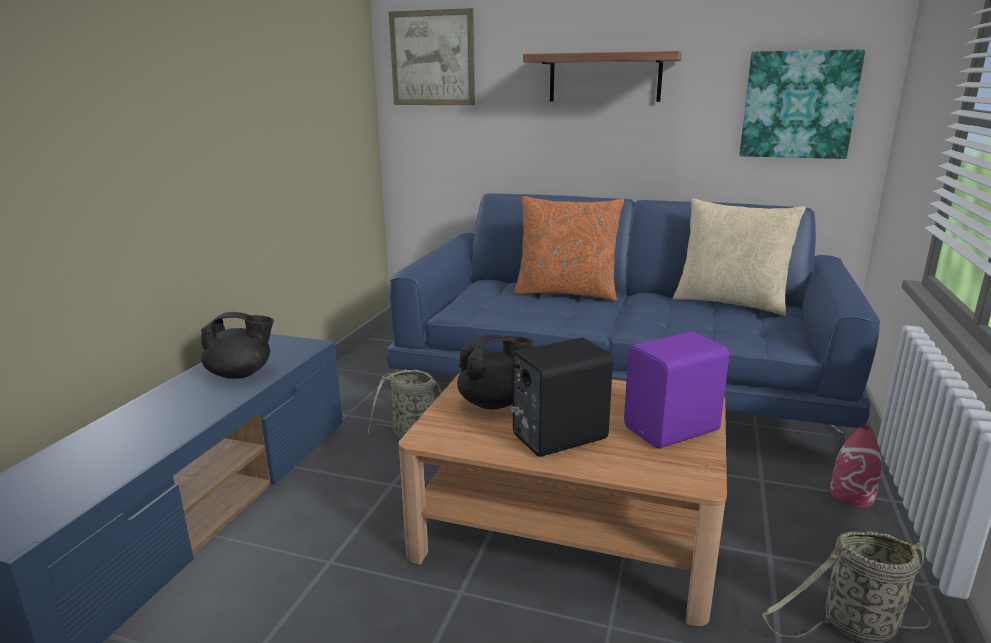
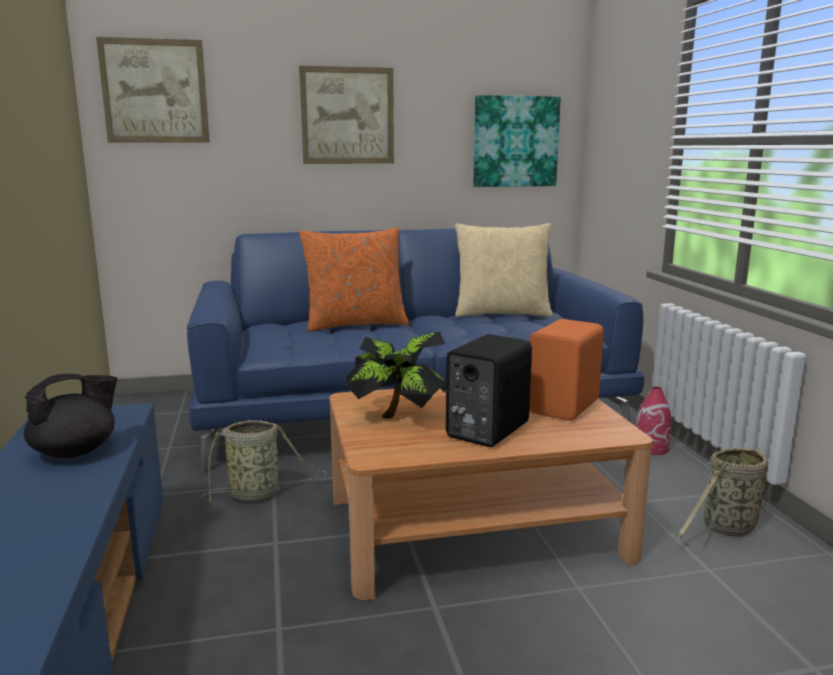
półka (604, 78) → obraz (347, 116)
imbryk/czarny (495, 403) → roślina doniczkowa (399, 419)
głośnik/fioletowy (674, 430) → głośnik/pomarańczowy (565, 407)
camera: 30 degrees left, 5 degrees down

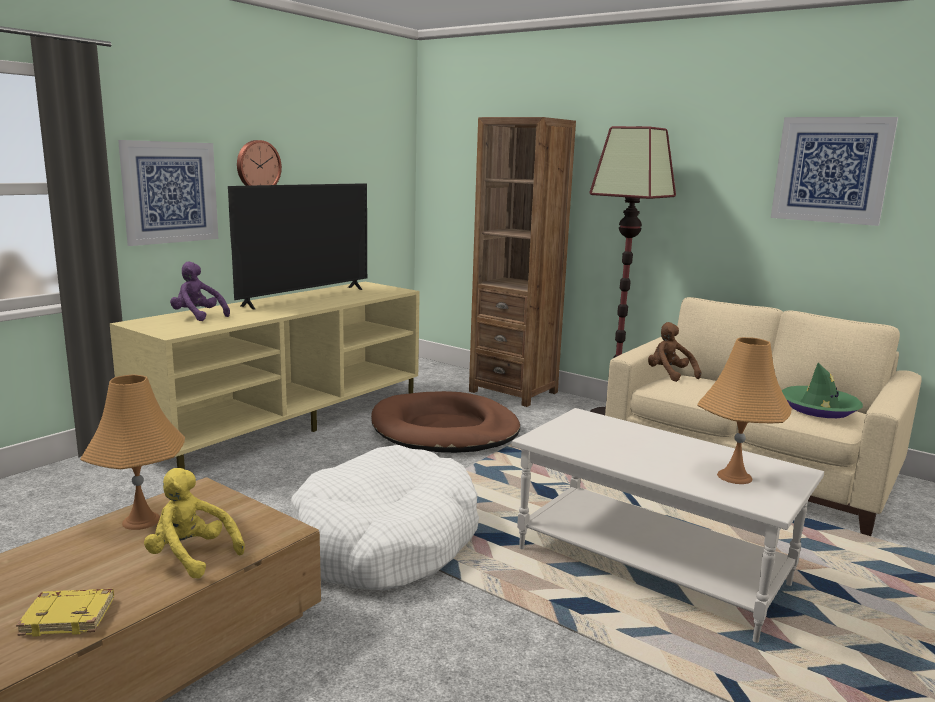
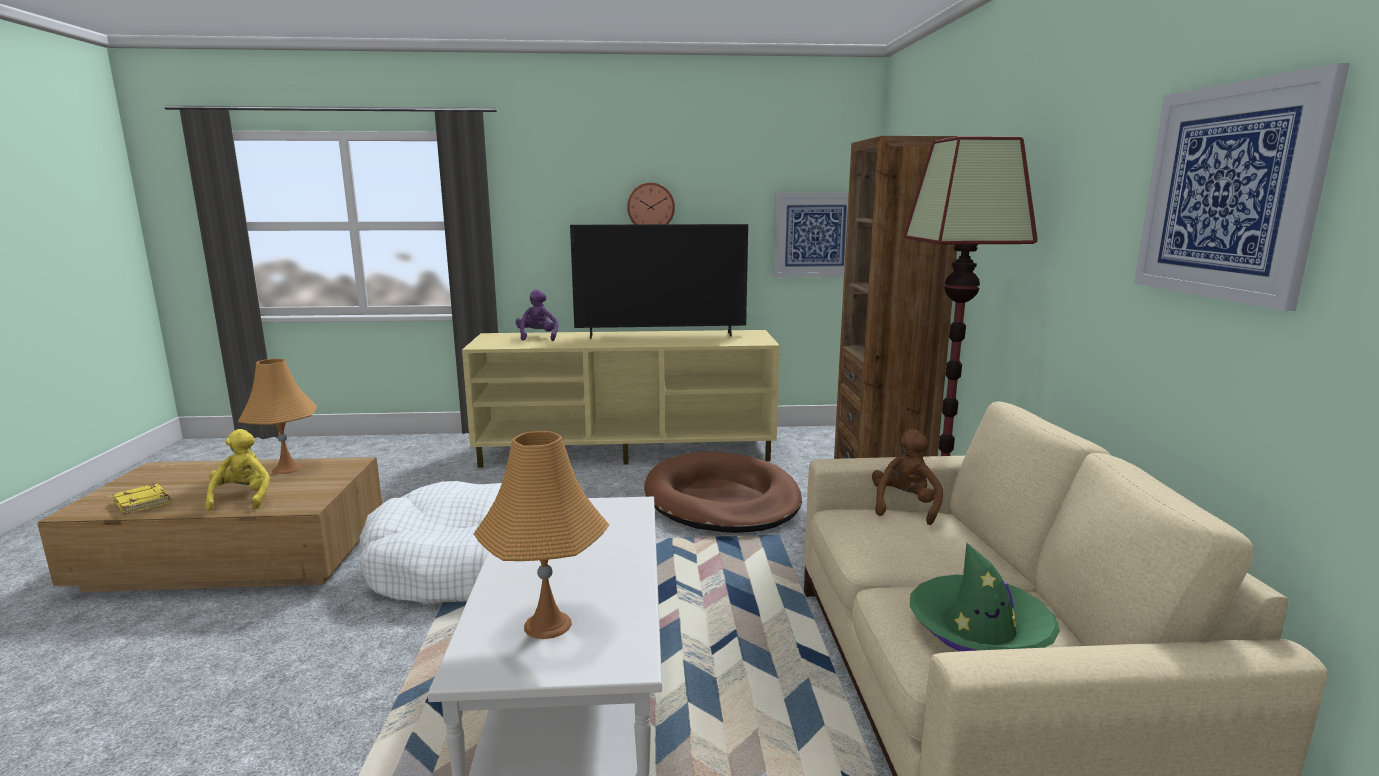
obraz (170, 192) → obraz (814, 235), shifted
camera: 50 degrees right, 0 degrees up

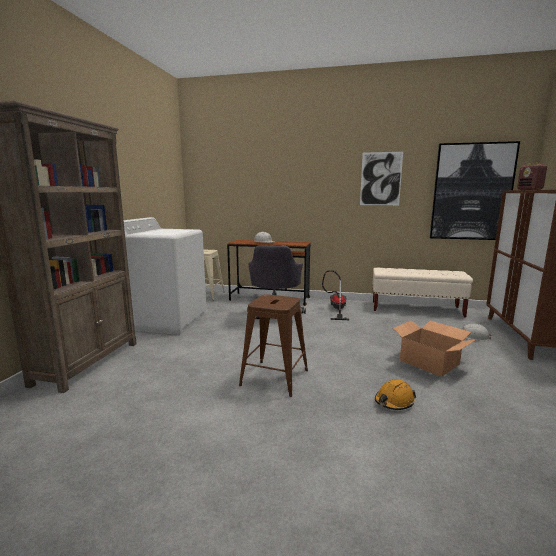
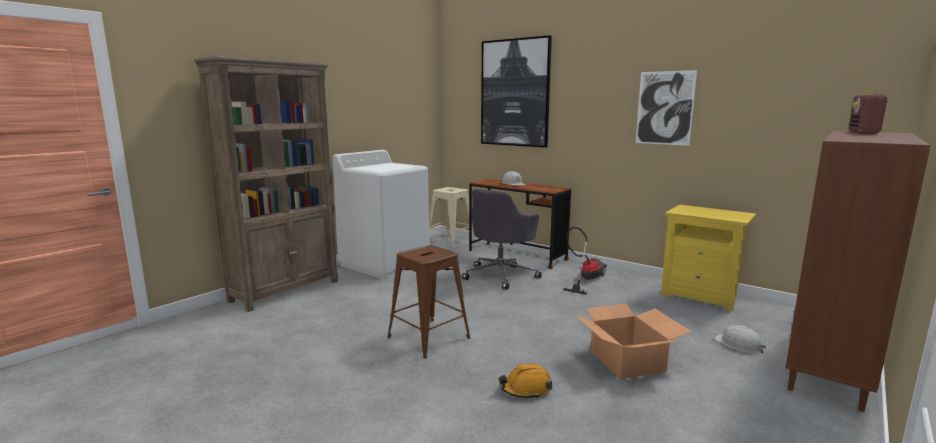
obraz (471, 192) → obraz (515, 93), shifted
ławka/beżowy (416, 309) → szafka nocna/żółty (701, 296)
camera: 25 degrees right, 0 degrees up

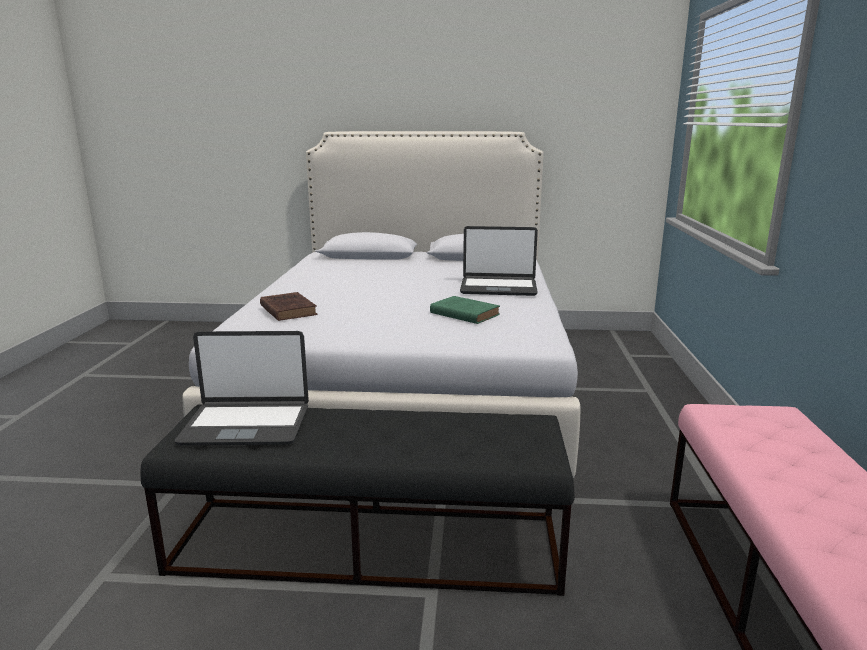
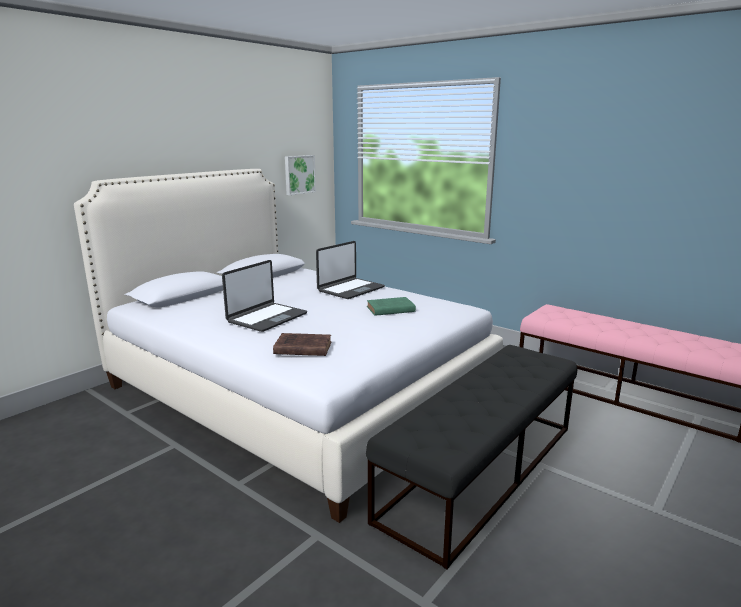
laptop (246, 425) → laptop (266, 318), shifted
- → obraz (299, 174)
camera: 55 degrees left, 0 degrees up

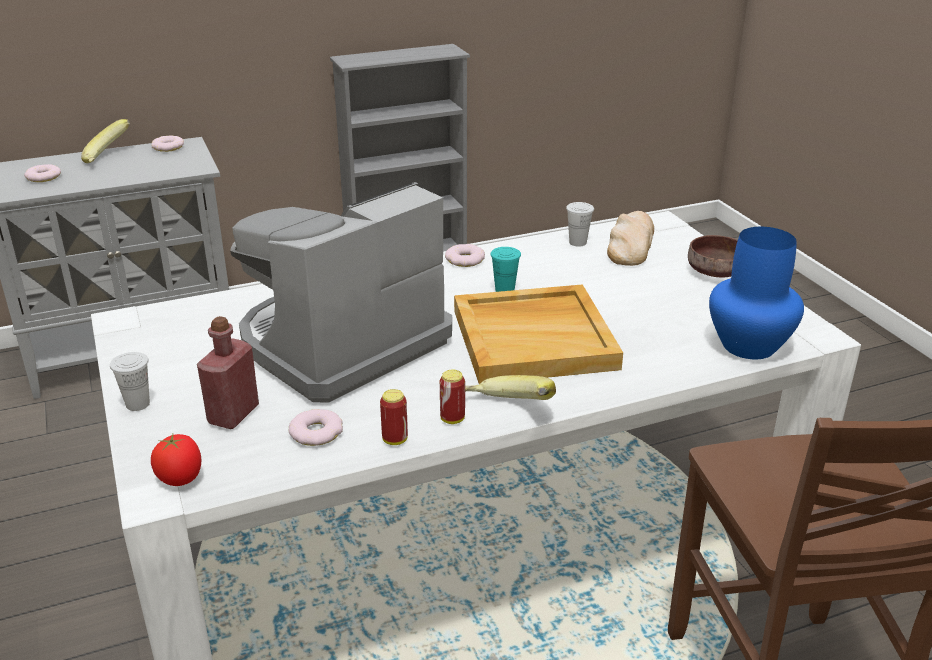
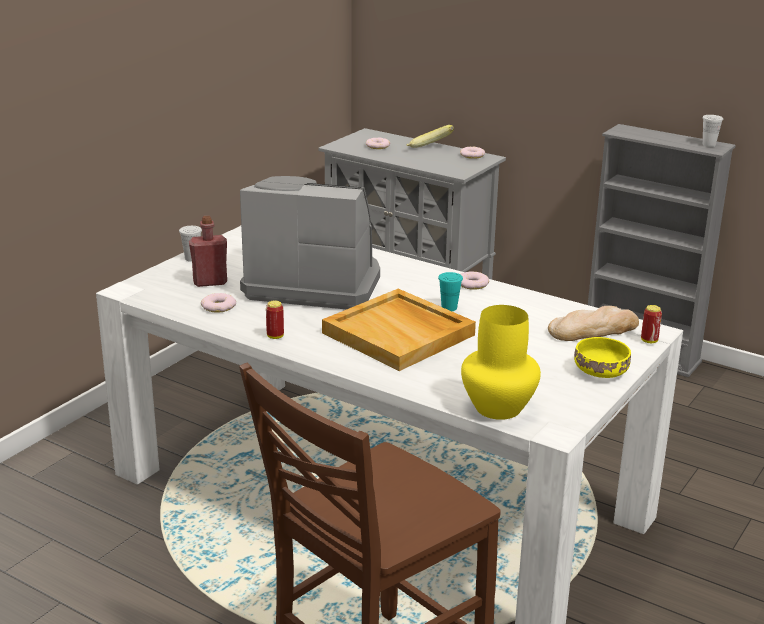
wazon/niebieski (750, 346) → wazon/żółty (497, 408)
miska/brązowy (716, 271) → miska/żółty (602, 372)
puszka (395, 440) → puszka (649, 341), shifted
filiżanka/biały (577, 242) → filiżanka/biały (709, 145), shifted
pomidor (180, 478) → -
banan (506, 411) → -
camera: 55 degrees right, 5 degrees down

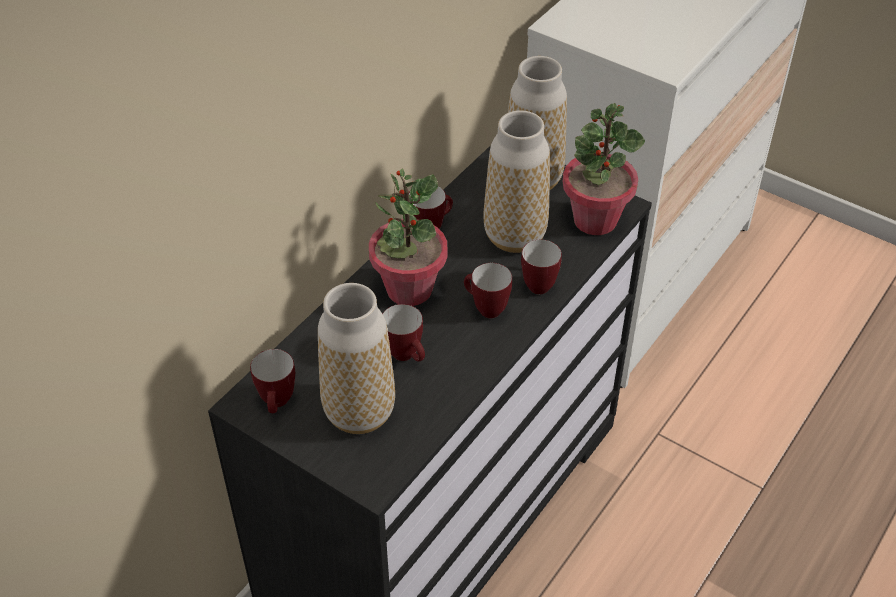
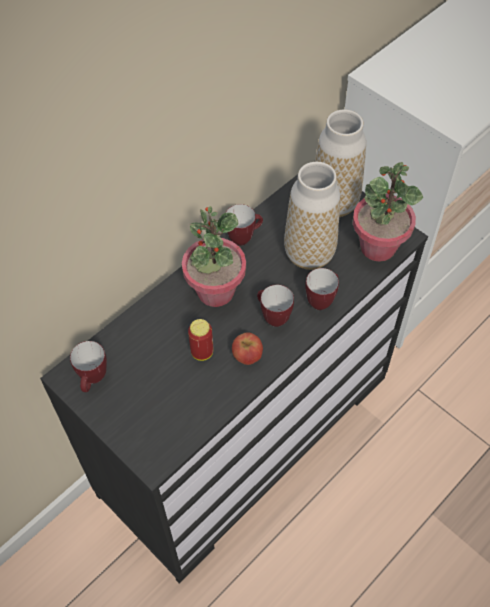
kubek (407, 356) → puszka (202, 352)
- → jabłko (247, 356)
wazon (359, 413) → -
camera: 10 degrees right, 10 degrees up

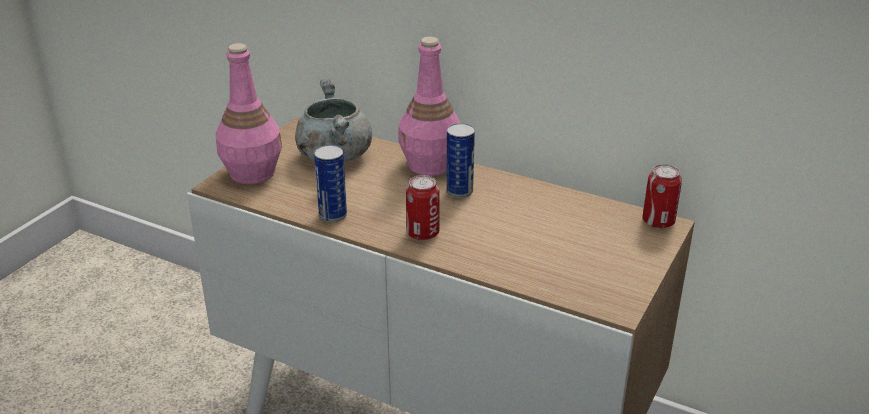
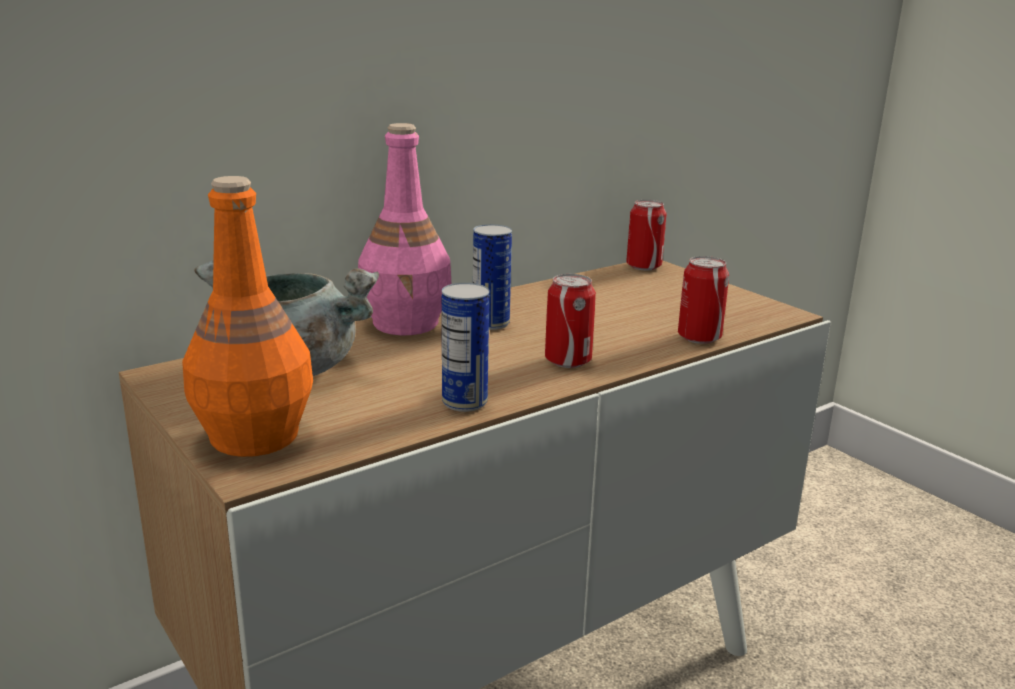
butelka/różowy (252, 173) → butelka/pomarańczowy (253, 436)
- → puszka (699, 337)
camera: 65 degrees left, 10 degrees down

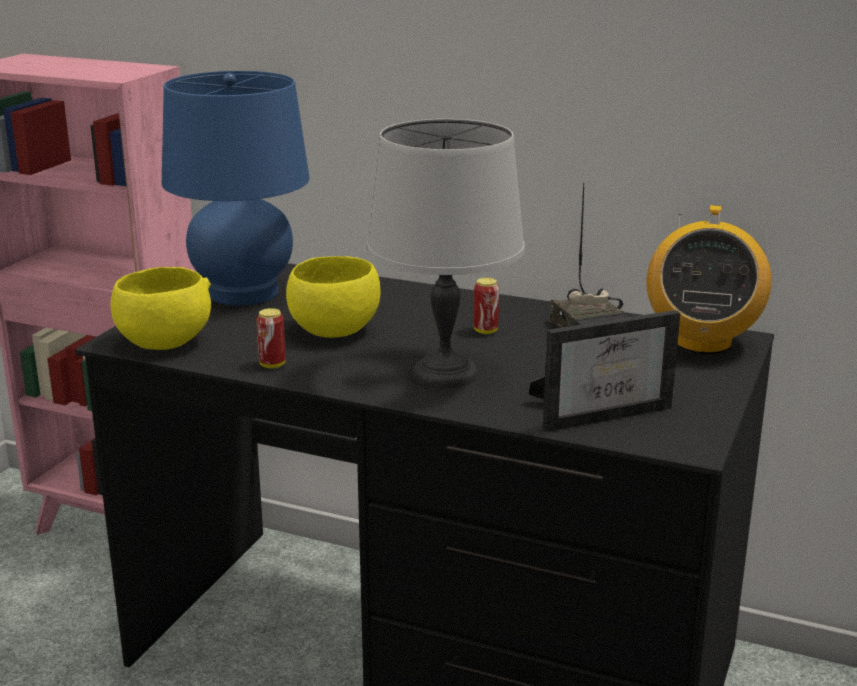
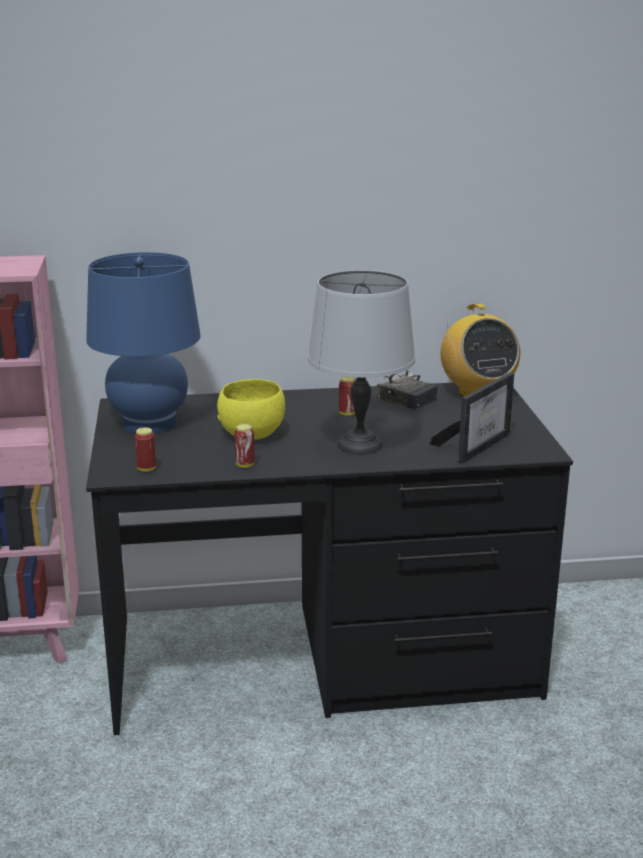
miska/żółty (162, 343) → puszka (146, 469)
camera: 30 degrees left, 0 degrees up

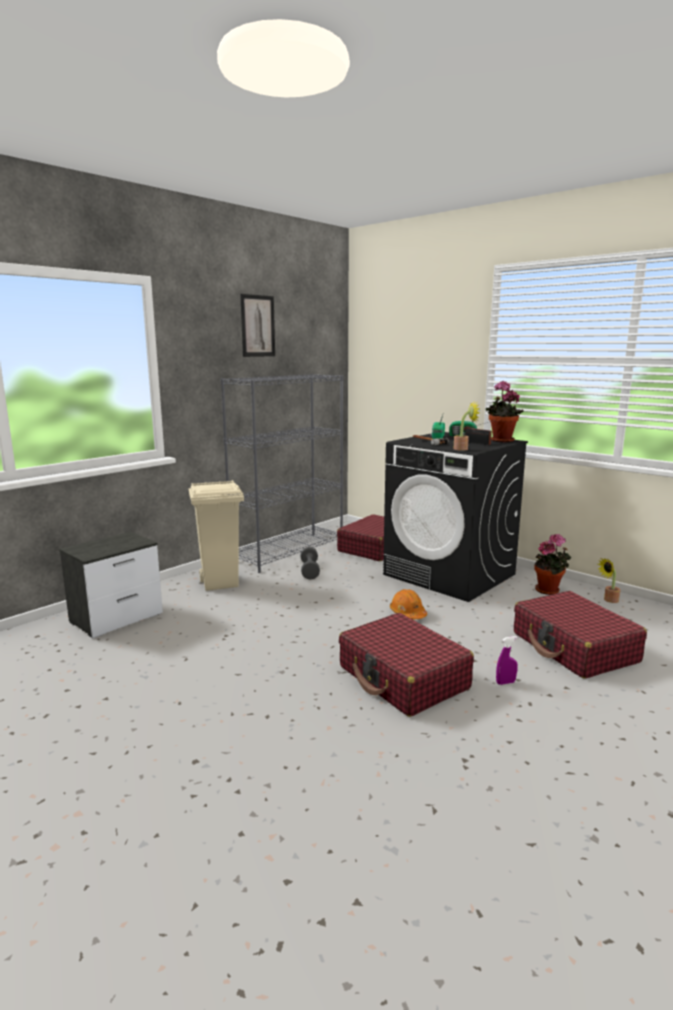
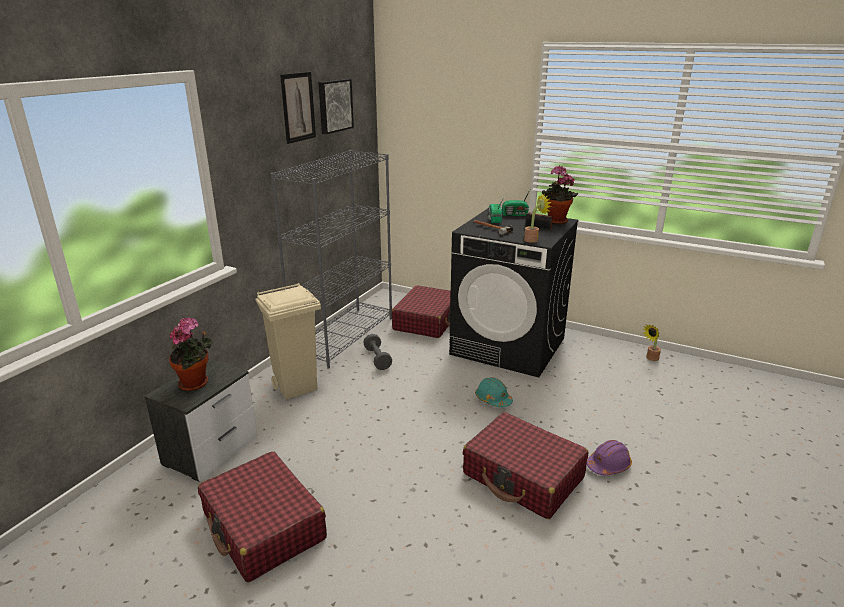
roślina doniczkowa (549, 590) → roślina doniczkowa (196, 383), shifted
walizka/czerwony (574, 648) → walizka/czerwony (263, 527), shifted
- → obraz (334, 105)
kask/pomarańczowy (407, 613) → kask/turkusowy (493, 399)
spryskiwacz/fioletowy (505, 682) → kask/fioletowy (608, 465)
camera: 15 degrees left, 10 degrees up

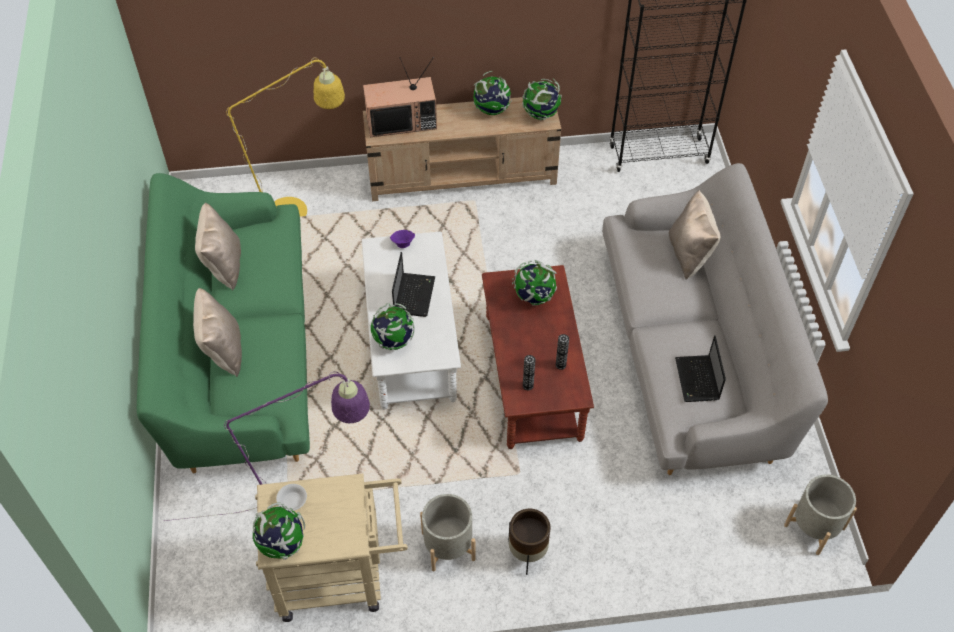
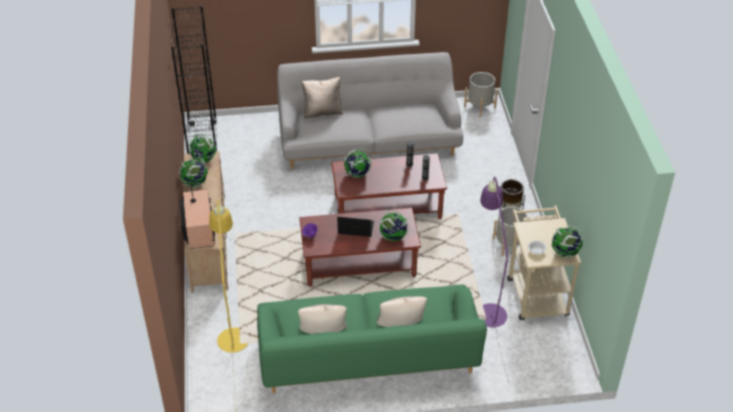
ława/biały (412, 340) → ława/brązowy (359, 264)
laptop (697, 380) → -
camera: 90 degrees left, 10 degrees down

